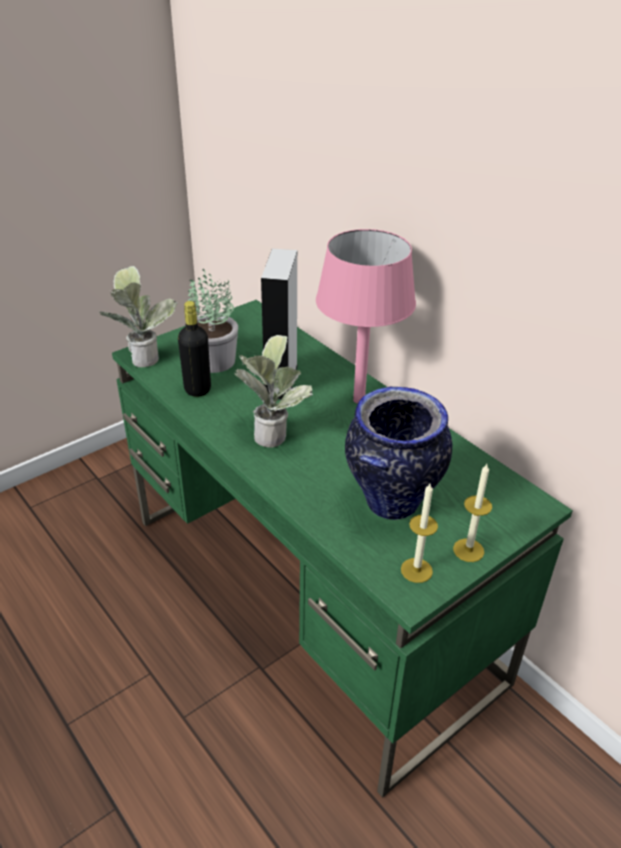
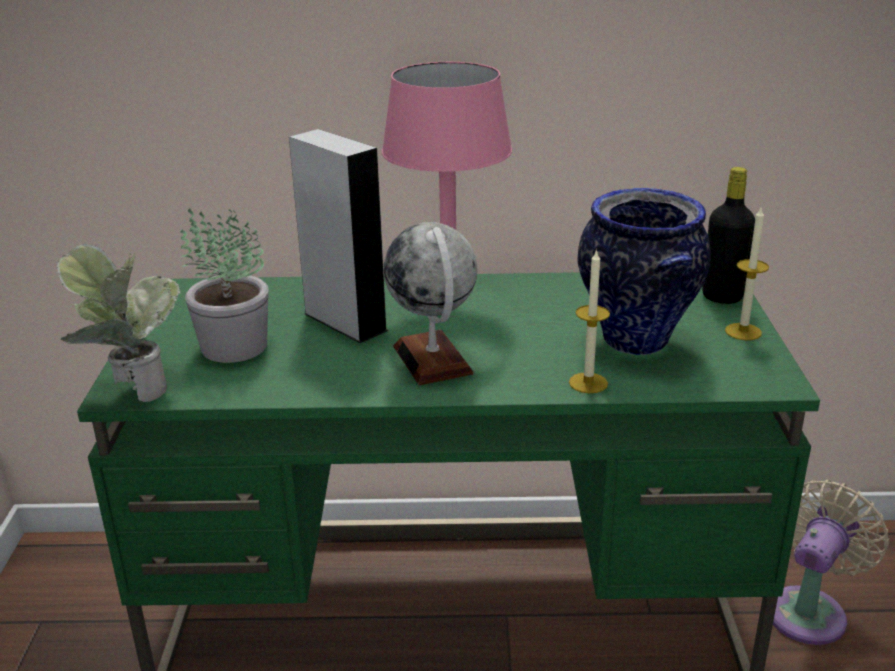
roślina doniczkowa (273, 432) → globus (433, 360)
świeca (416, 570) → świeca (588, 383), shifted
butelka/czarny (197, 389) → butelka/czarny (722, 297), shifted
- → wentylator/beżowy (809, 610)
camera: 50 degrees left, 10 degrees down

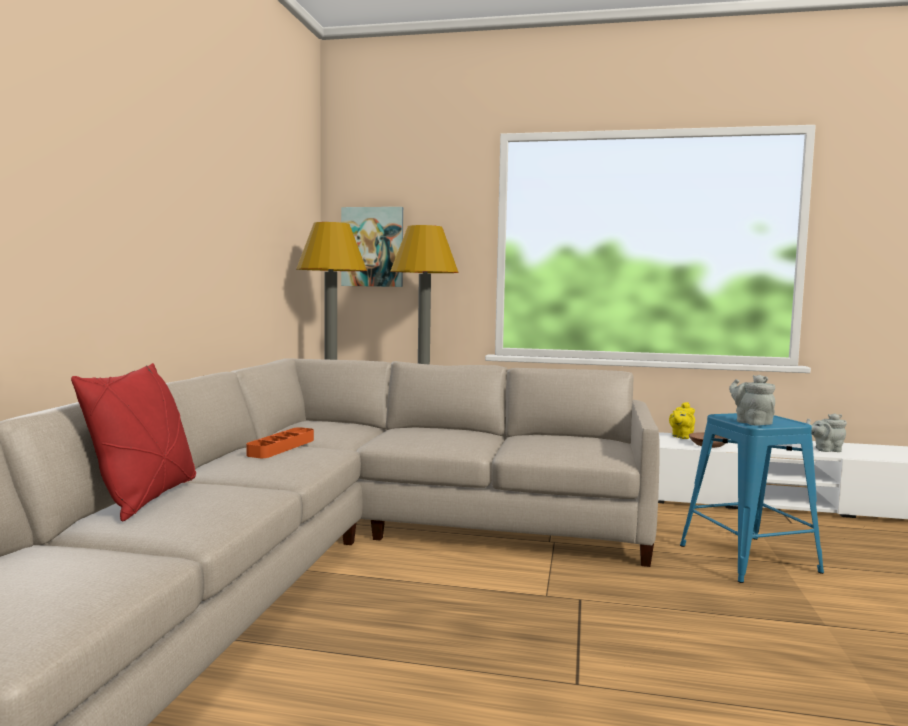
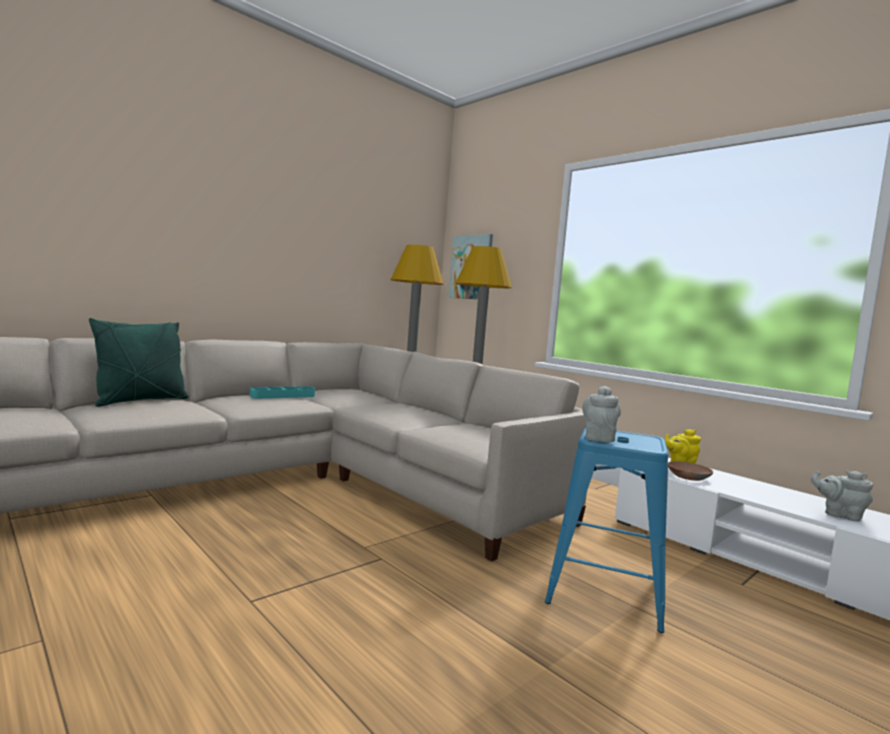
poduszka/czerwony (146, 498) → poduszka/zielony (140, 401)
taca/pomarańczowy (281, 447) → taca/turkusowy (283, 396)
camera: 35 degrees right, 0 degrees up

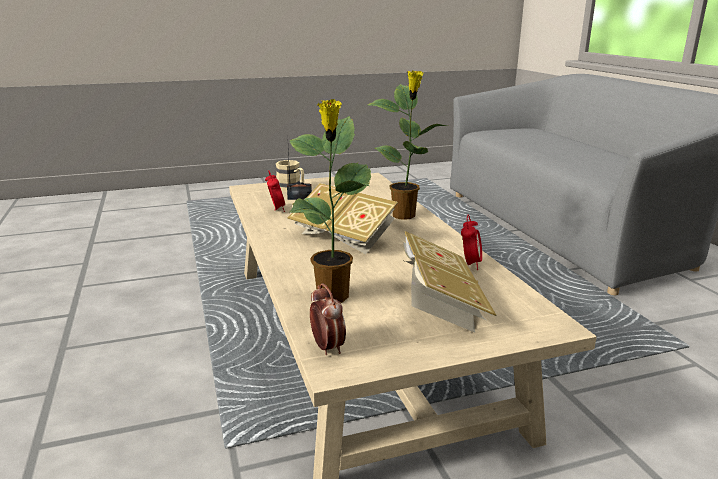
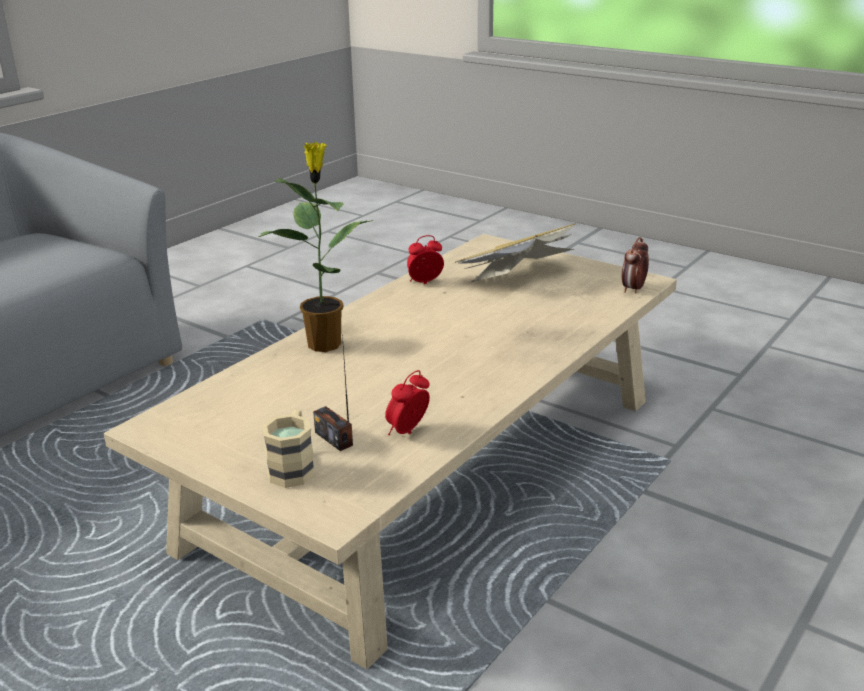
książka (343, 238) → -
roślina doniczkowa (333, 297) → -
camera: 125 degrees left, 5 degrees up

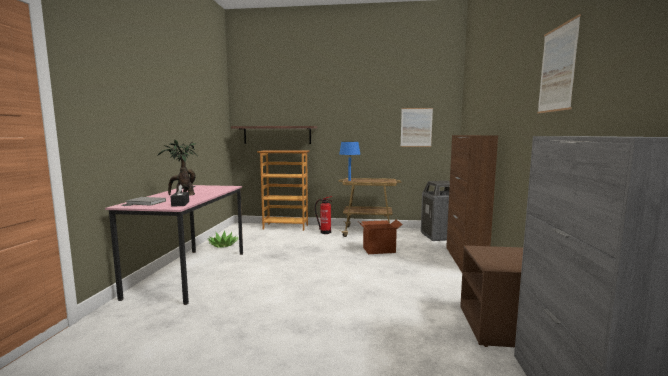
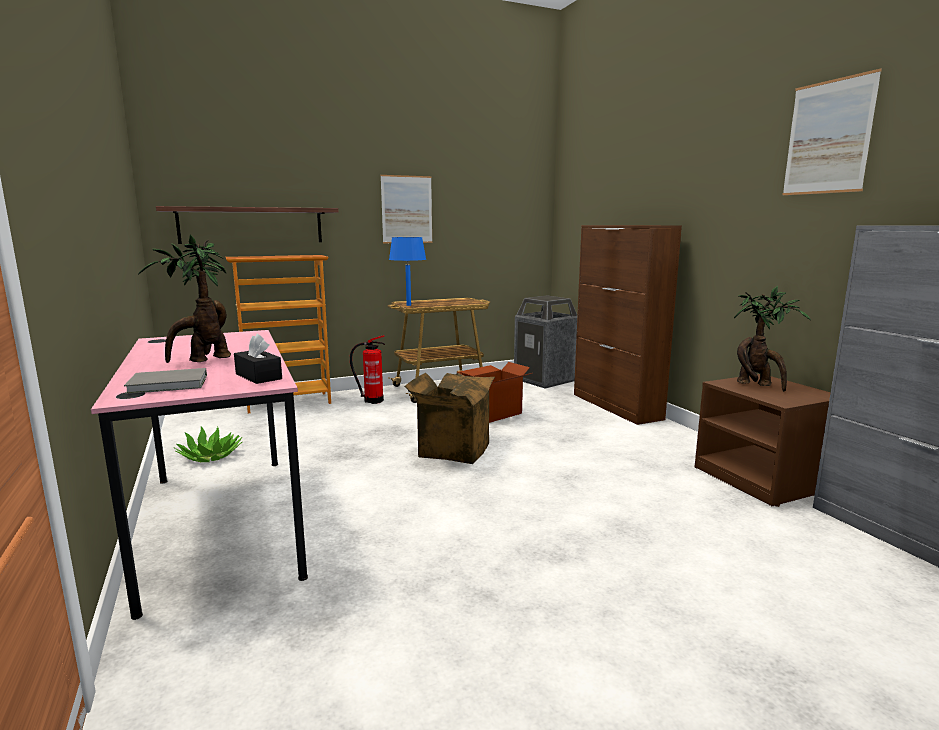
obraz (416, 127) → obraz (407, 209), shifted
- → karton (451, 449)
- → roślina doniczkowa (758, 385)
camera: 30 degrees left, 5 degrees up

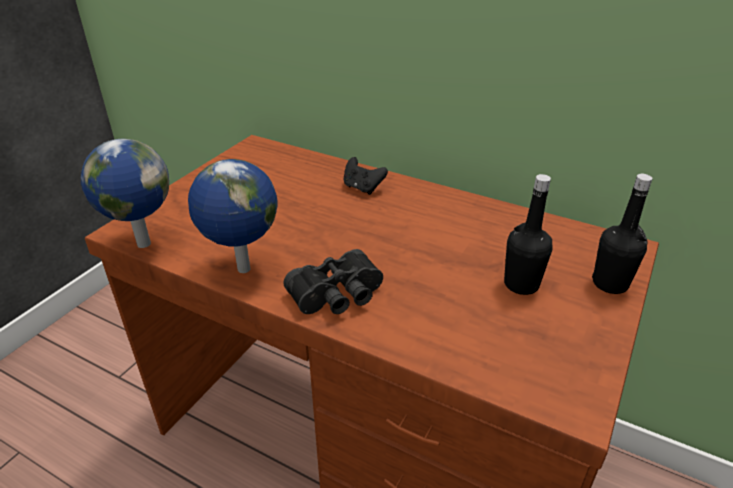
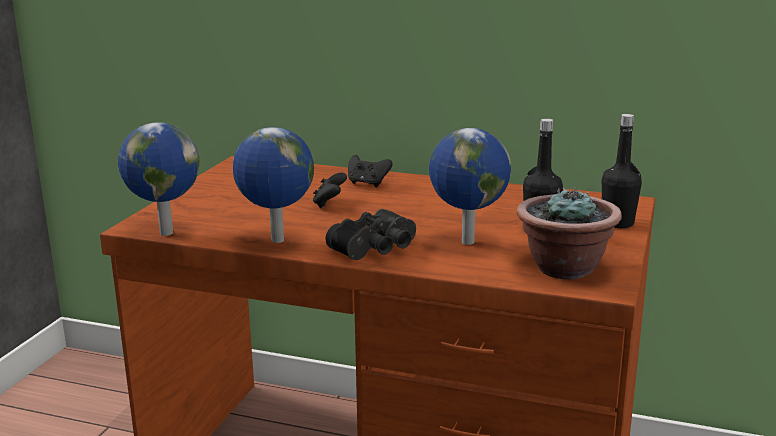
- → pad do gier/czarny (329, 203)
- → globus (466, 242)
- → roślina doniczkowa (564, 268)
camera: 10 degrees left, 15 degrees down

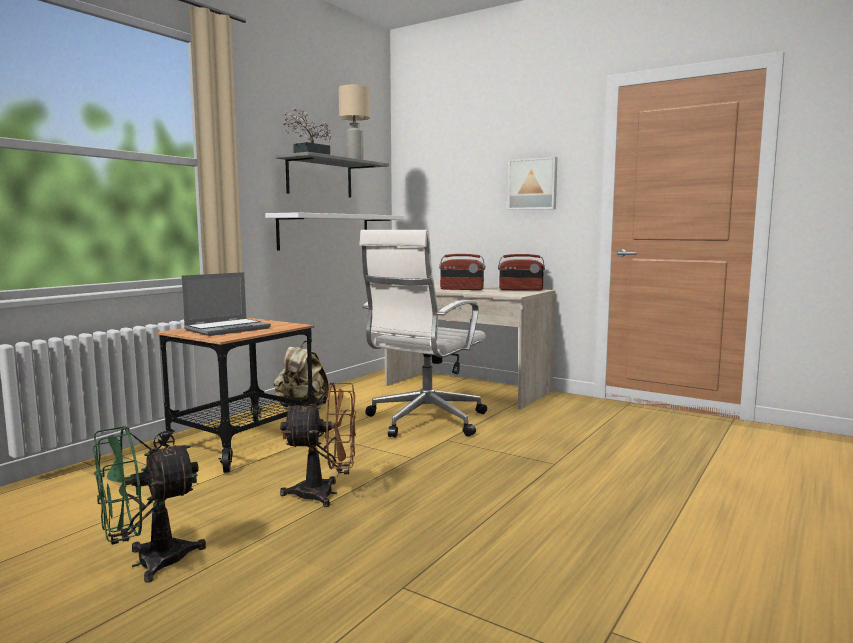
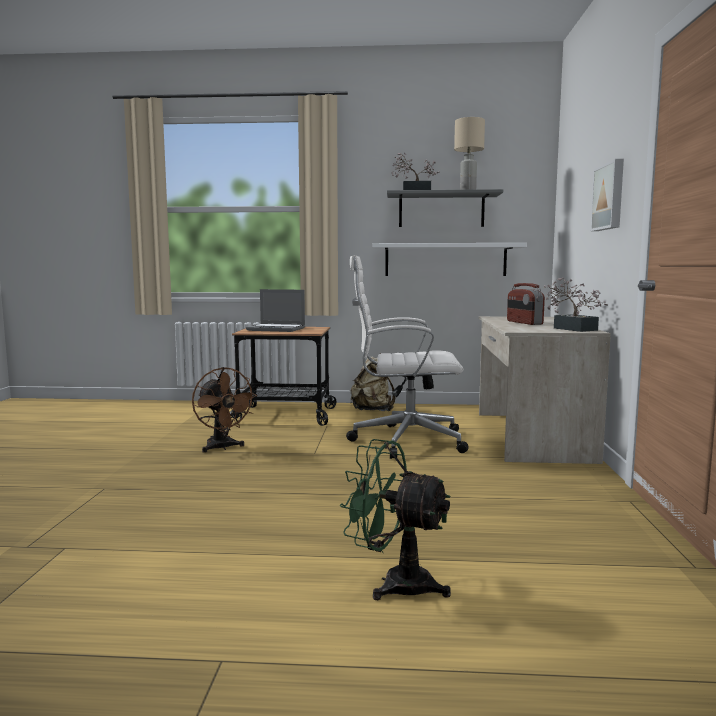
wentylator/zielony (148, 563) → wentylator/zielony (395, 583), shifted
radio (520, 290) → roślina doniczkowa (572, 329)
camera: 60 degrees right, 0 degrees up

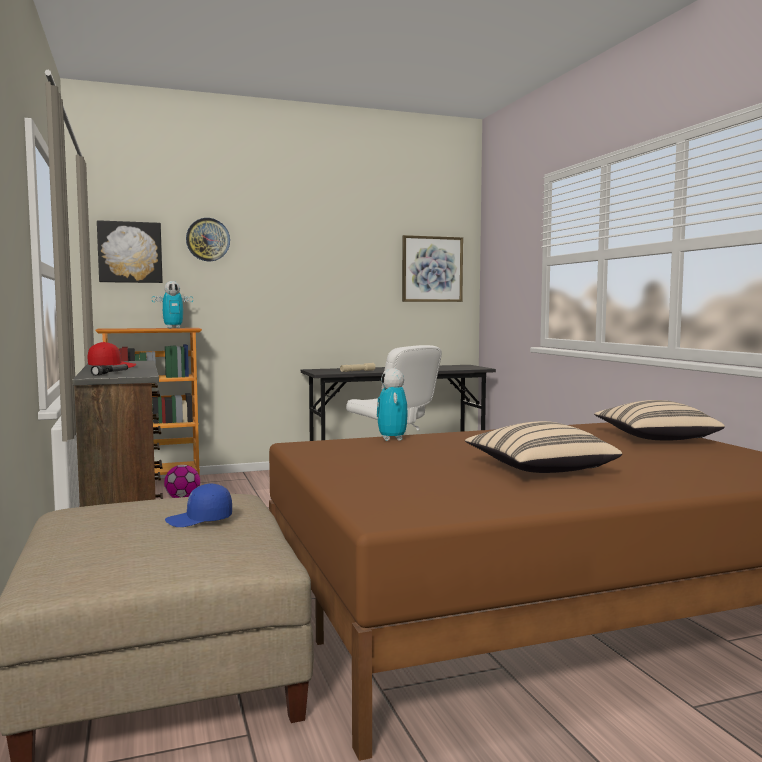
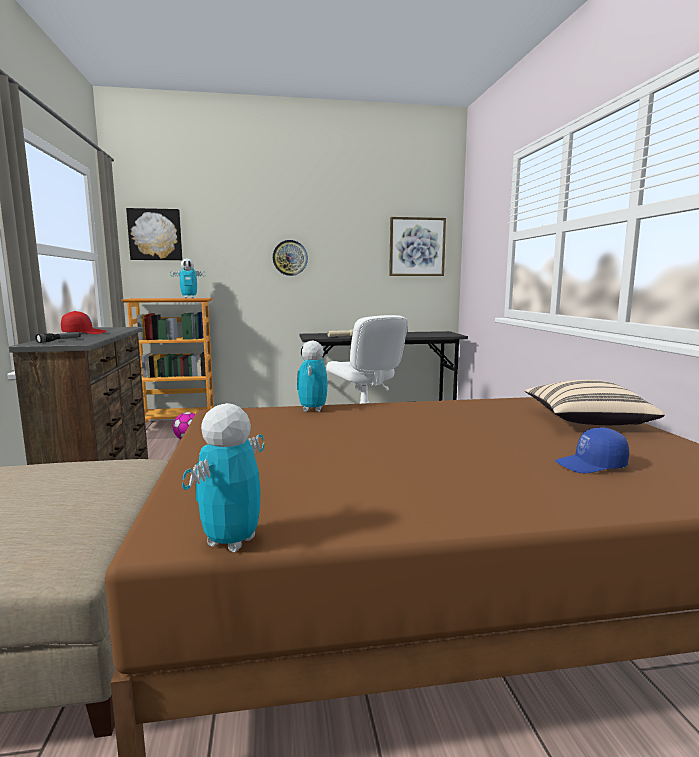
- → robot zabawkowy (231, 542)
zegar ścienny (208, 239) → zegar ścienny (290, 258), shifted
czapka z daszkiem/niebieski (199, 520) → czapka z daszkiem/niebieski (591, 465), shifted
poduszka/beżowy (539, 470) → -
camera: 10 degrees right, 5 degrees up

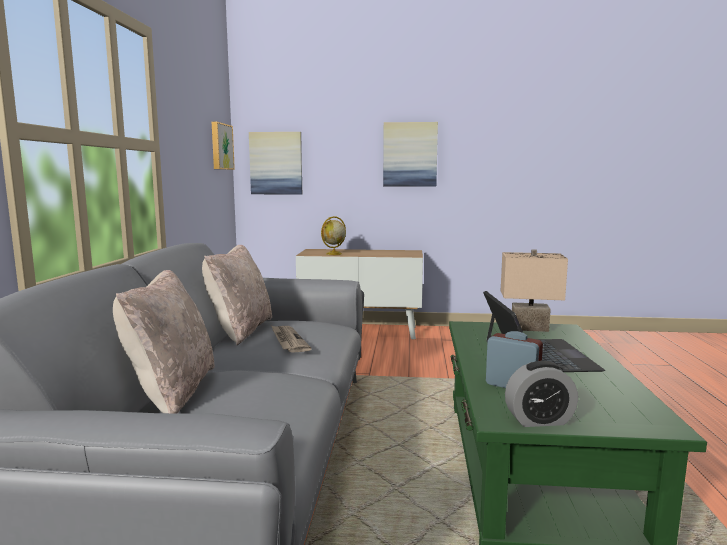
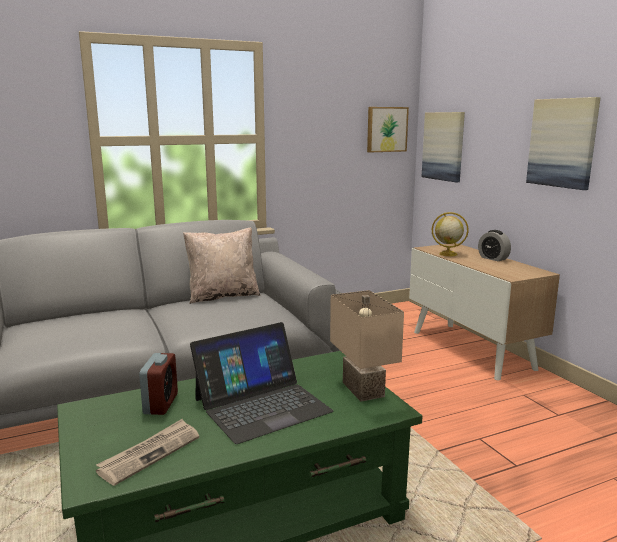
gazeta (288, 340) → gazeta (150, 453), shifted
budzik (539, 420) → budzik (493, 258), shifted
poduszka/beżowy (171, 392) → -
camera: 60 degrees right, 5 degrees up

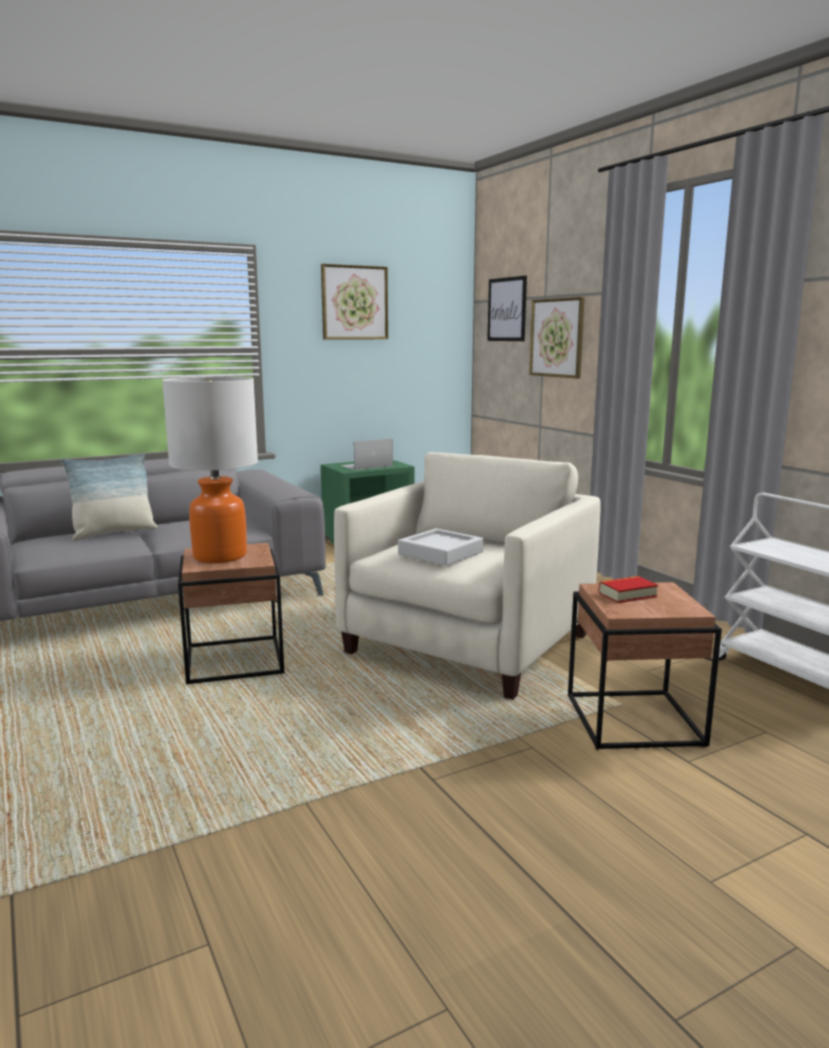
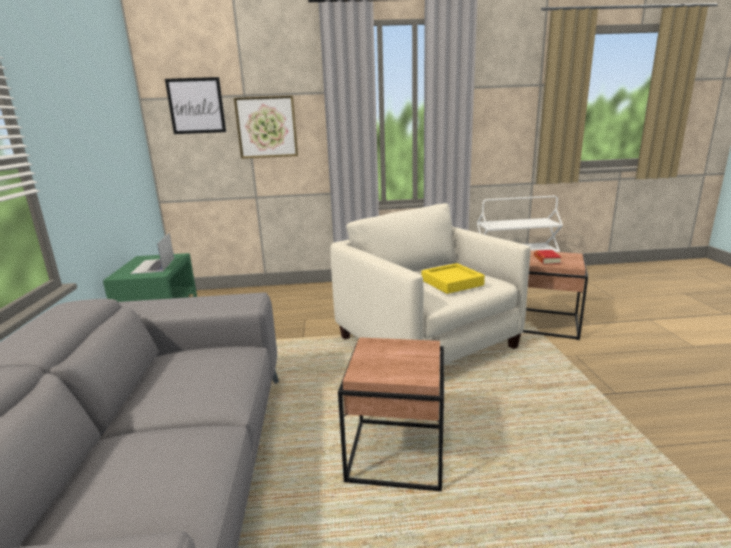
taca/szary (440, 553) → taca/żółty (452, 283)
poduszka (114, 533) → -
lampa stołowa (220, 556) → -
obraz (354, 302) → -
camera: 65 degrees left, 5 degrees up

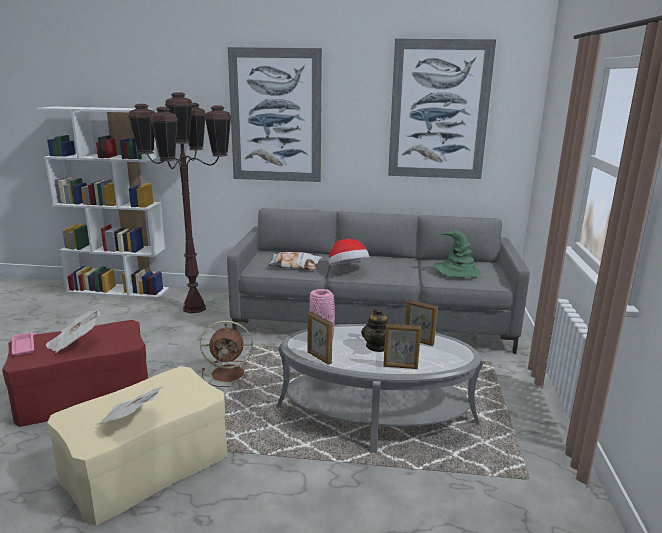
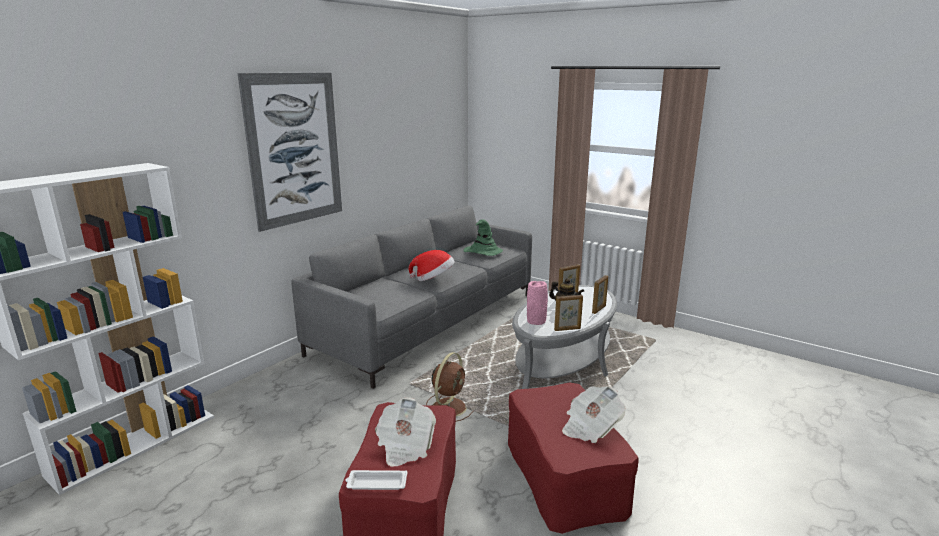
taca/różowy (23, 346) → taca/biały (376, 483)
pufa/beżowy (146, 465) → pufa/czerwony (564, 476)
lampa stojąca/brązowy (195, 308) → -
poduszka (295, 265) → -
obraz (439, 110) → -
camera: 60 degrees left, 0 degrees up

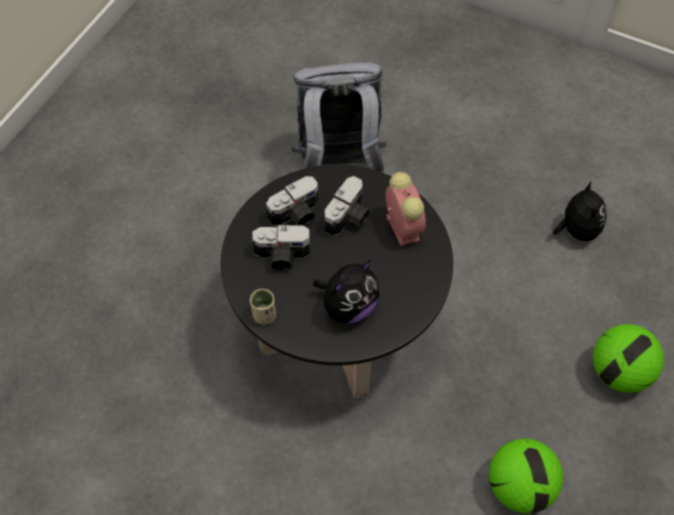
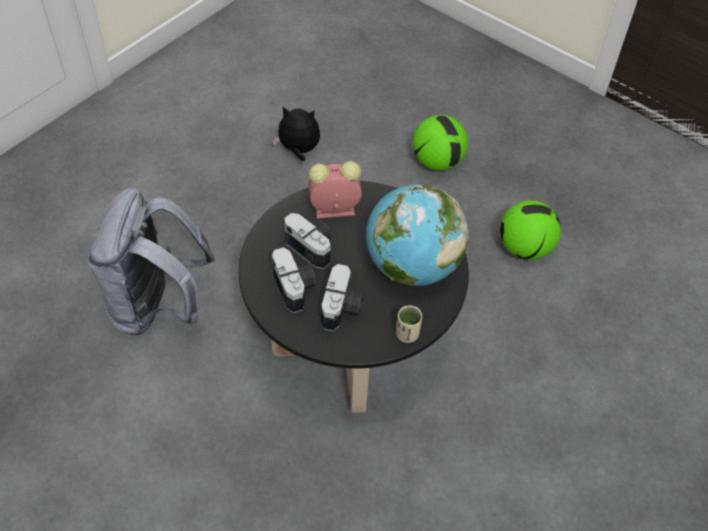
pluszak (348, 307) → globus (412, 266)
camera: 80 degrees left, 5 degrees down

